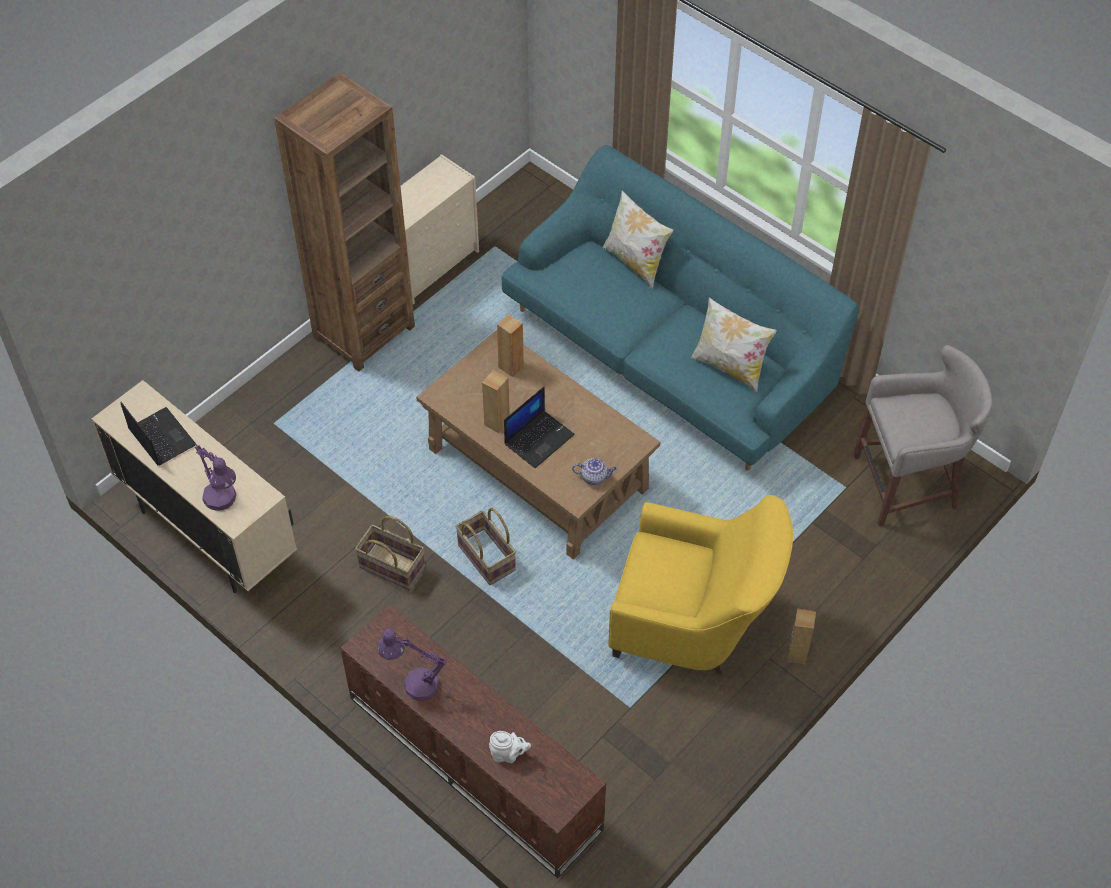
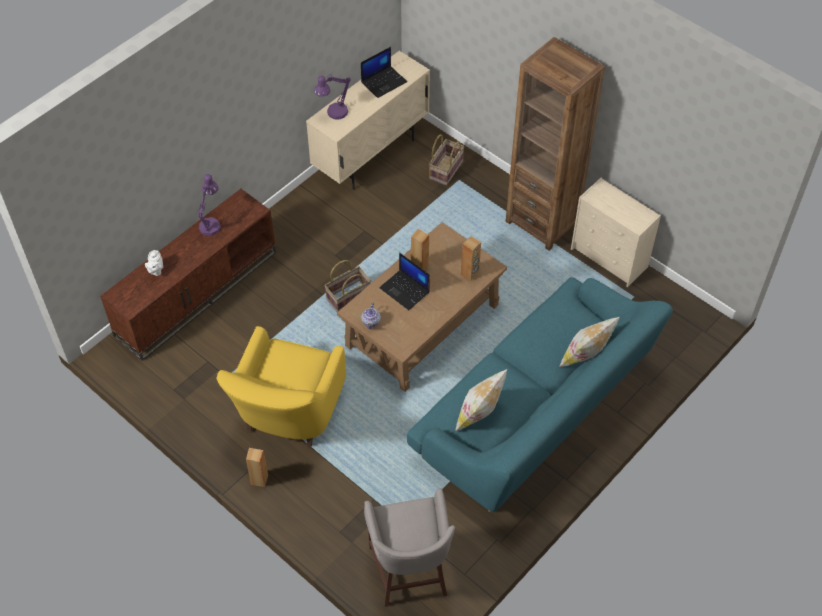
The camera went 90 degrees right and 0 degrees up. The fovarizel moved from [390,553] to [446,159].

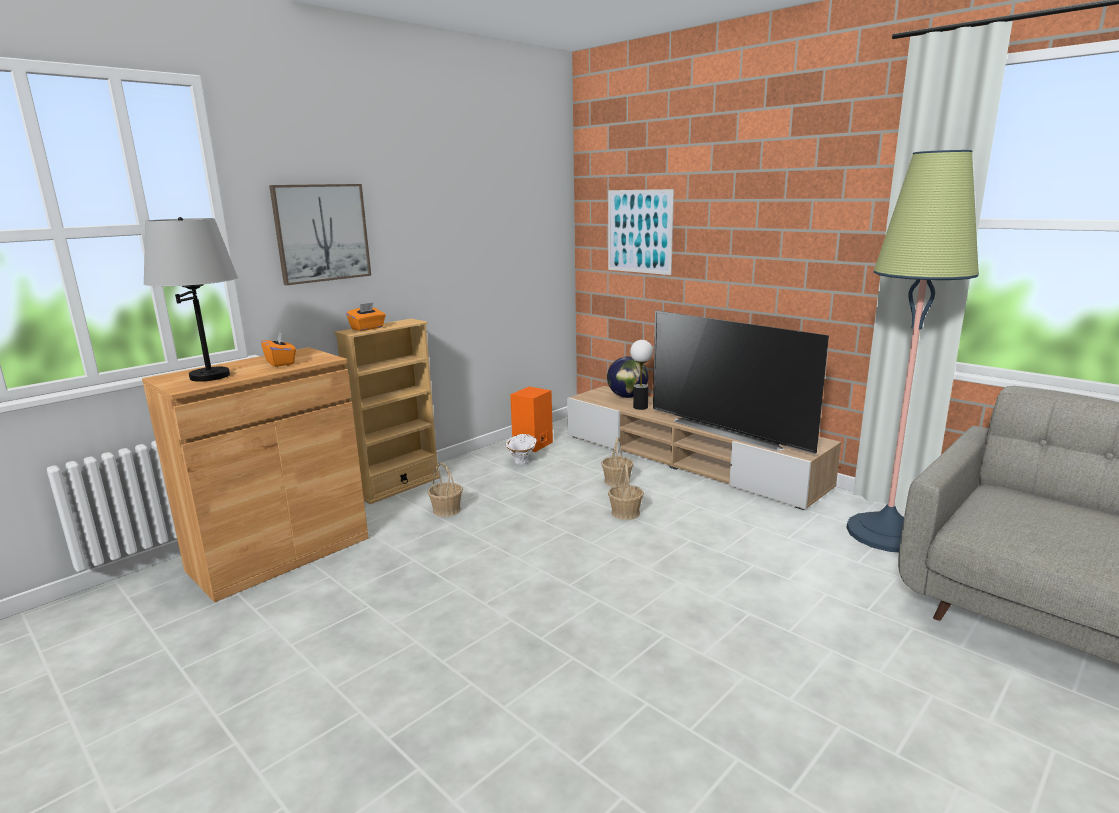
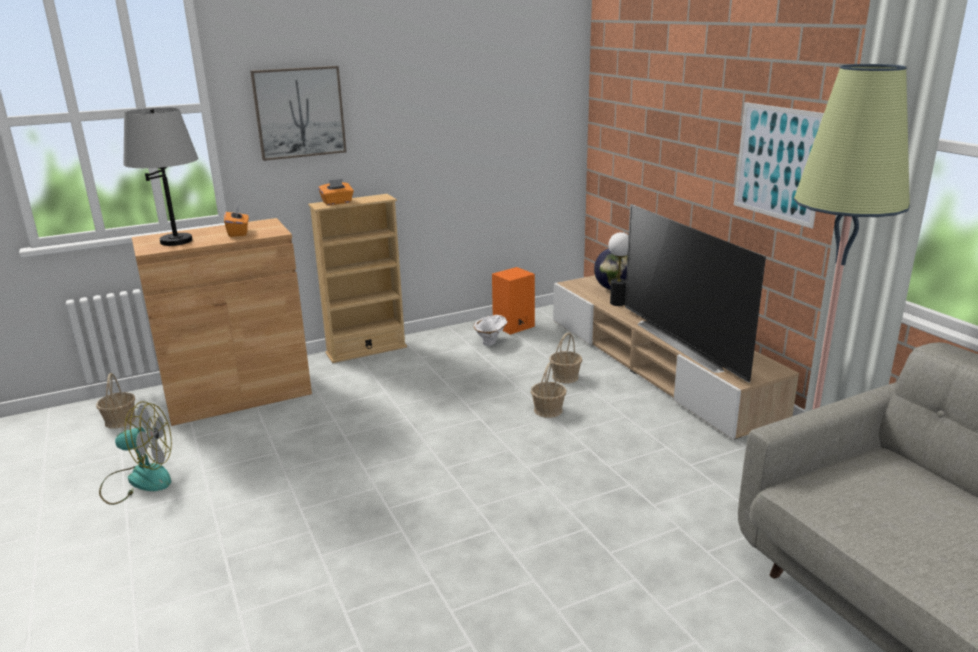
The camera went 20 degrees right and 5 degrees up. The fovarizel moved from [445,490] to [116,401]. The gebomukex at [135,453] appeared. The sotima moved from [641,232] to [779,165].

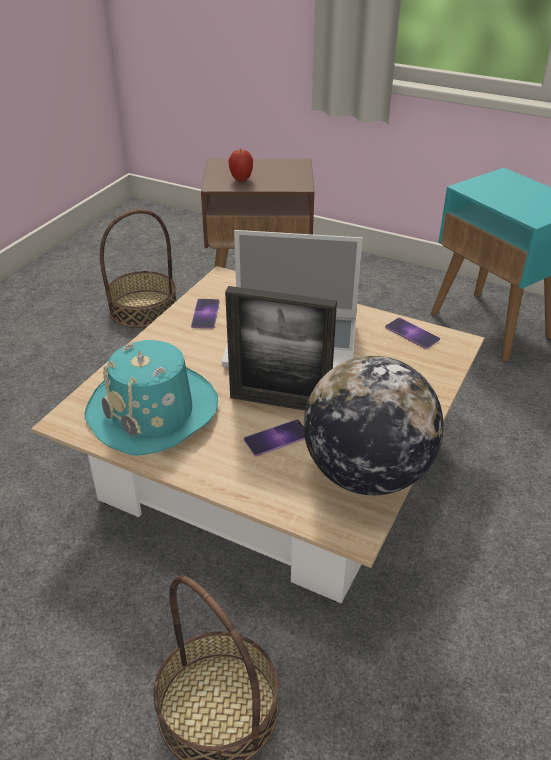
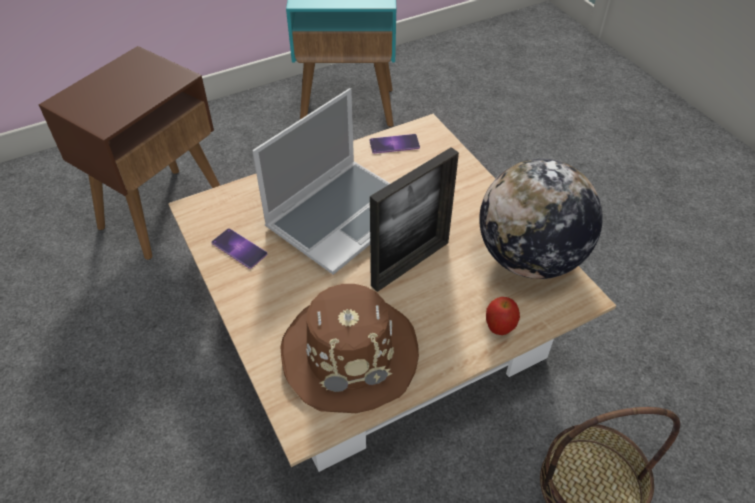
The camera went 55 degrees left and 10 degrees up. The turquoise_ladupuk at [151,398] became the brown_ladupuk at [350,348]. The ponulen moved from [240,165] to [503,316]. The fovarizel at [138,268] disappeared. The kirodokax at [274,438] disappeared.

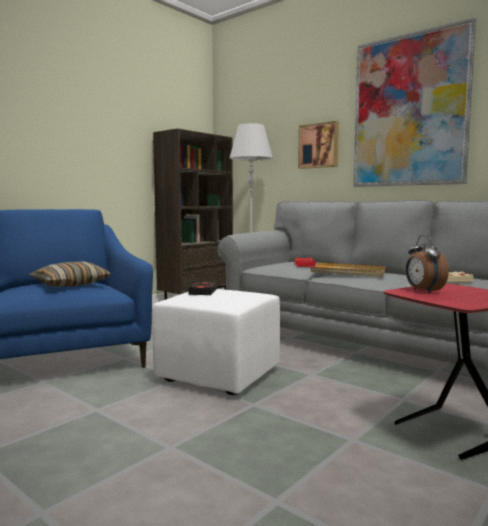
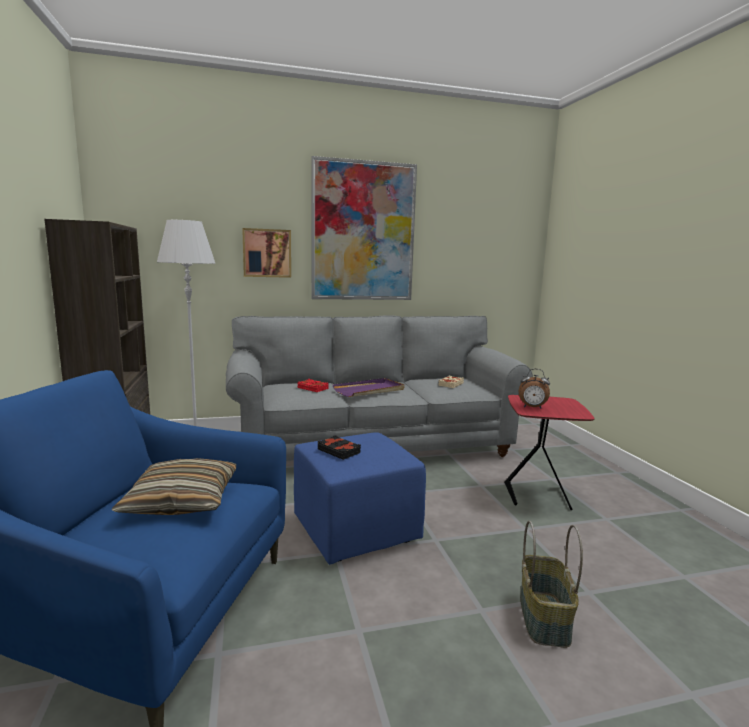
The camera went 55 degrees left and 5 degrees up. The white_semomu at [216,342] became the blue_semomu at [360,498]. The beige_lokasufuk at [347,269] became the purple_lokasufuk at [368,387]. The fovarizel at [551,584] appeared.

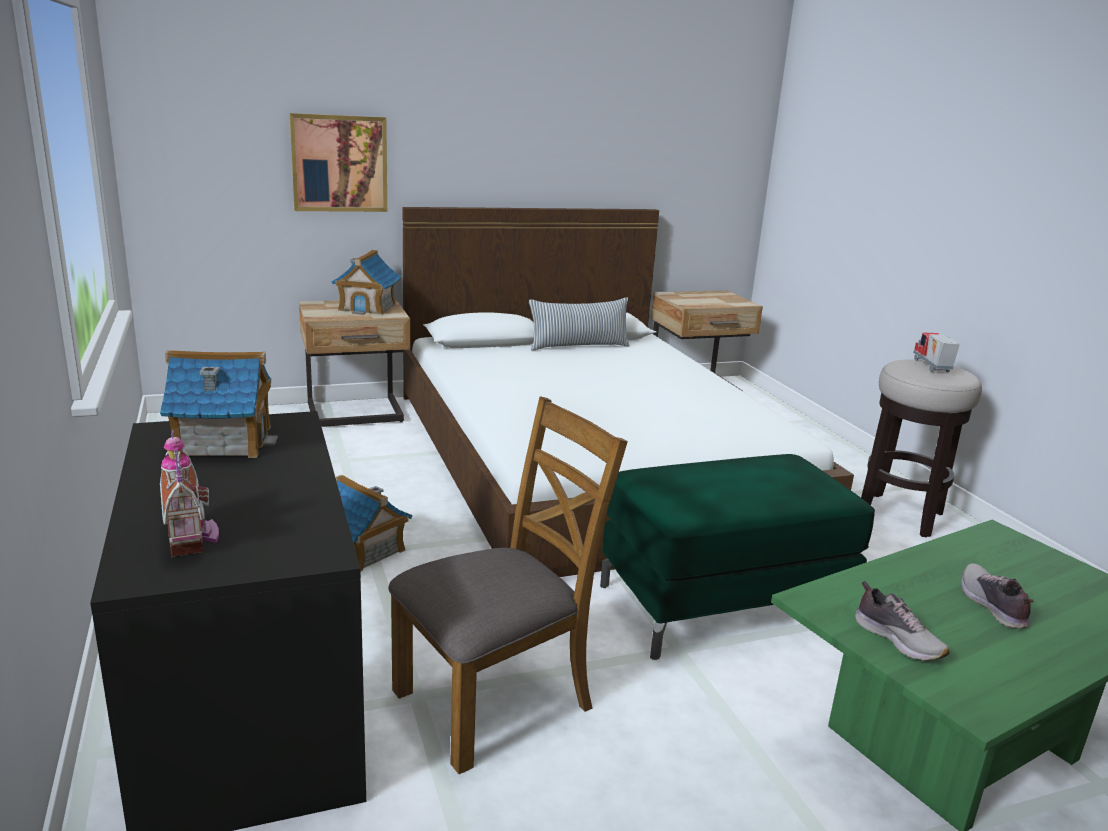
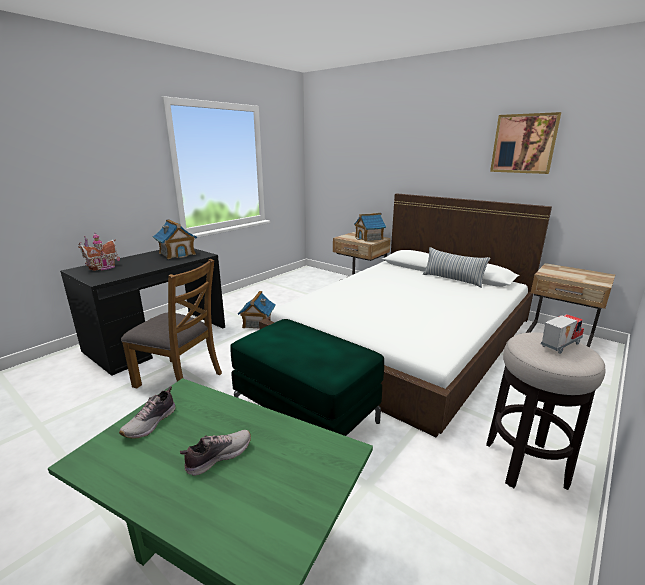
The camera went 60 degrees right and 0 degrees up. The sotima moved from [338,162] to [525,143].

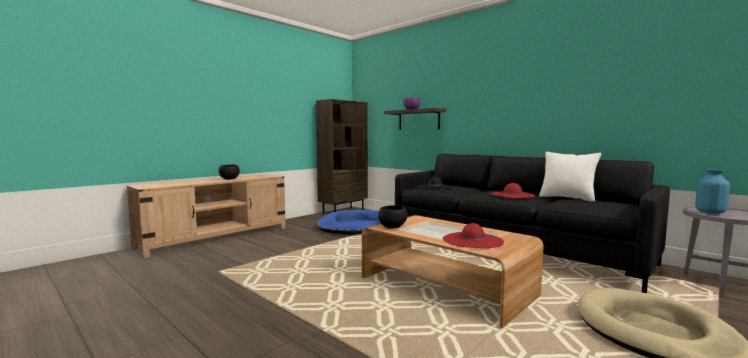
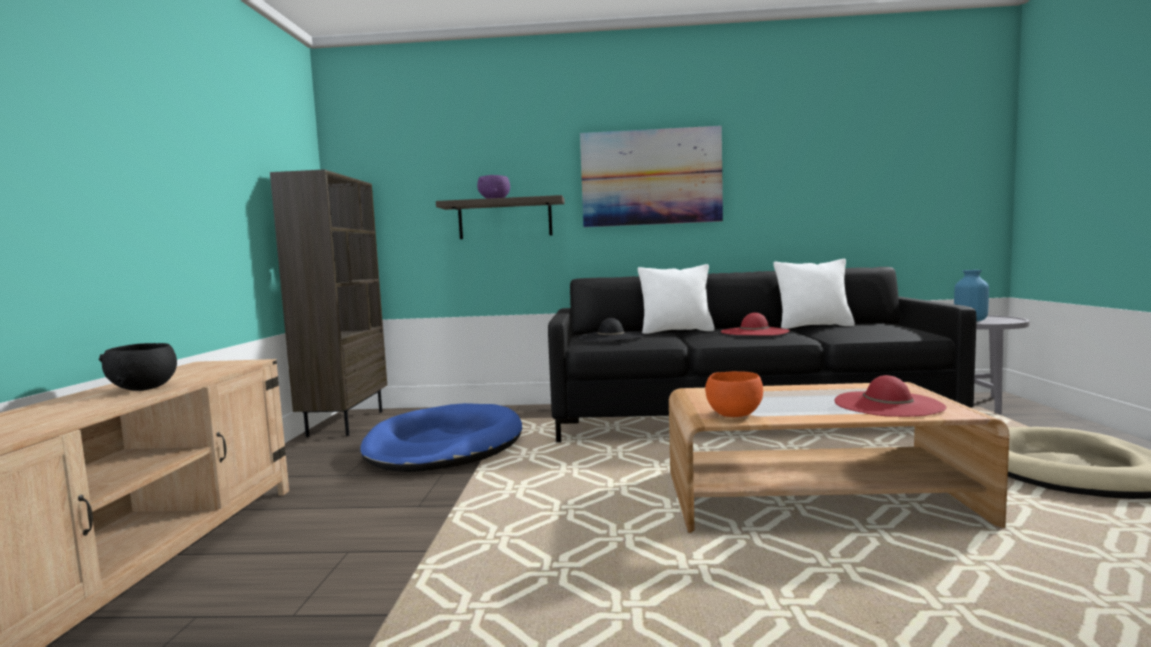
The camera went 40 degrees left and 0 degrees up. The sotima at [651,176] appeared. The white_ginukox at [676,299] appeared. The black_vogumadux at [392,216] became the orange_vogumadux at [734,394].

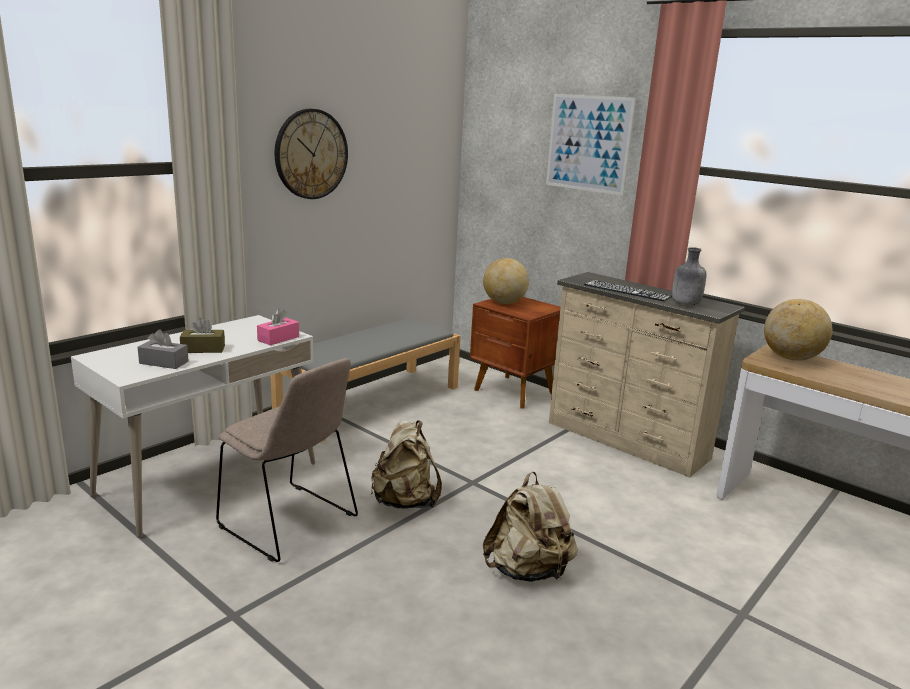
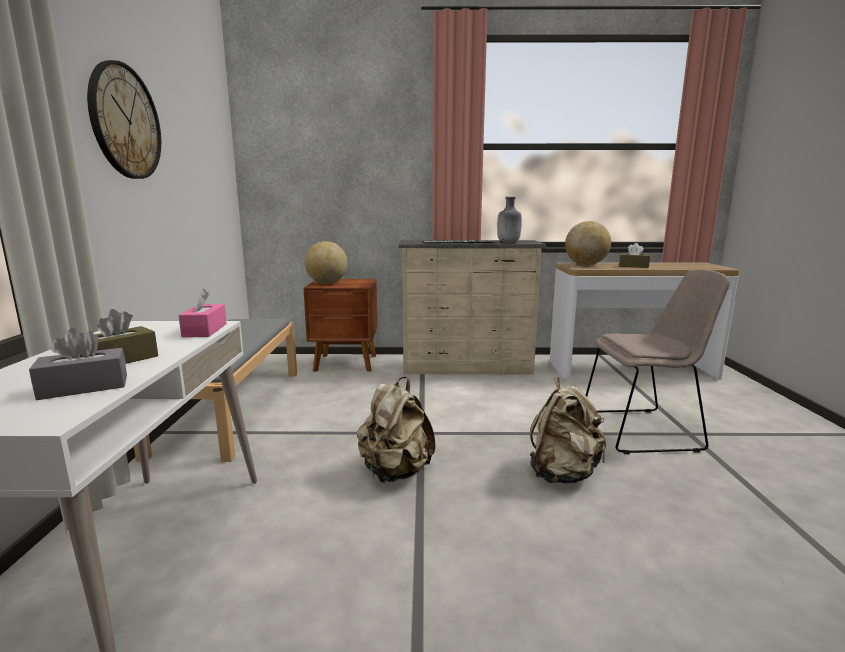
The camera went 40 degrees left and 5 degrees down. The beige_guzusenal moved from [287,460] to [657,361]. The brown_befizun at [634,255] appeared. The sotima at [591,145] disappeared.

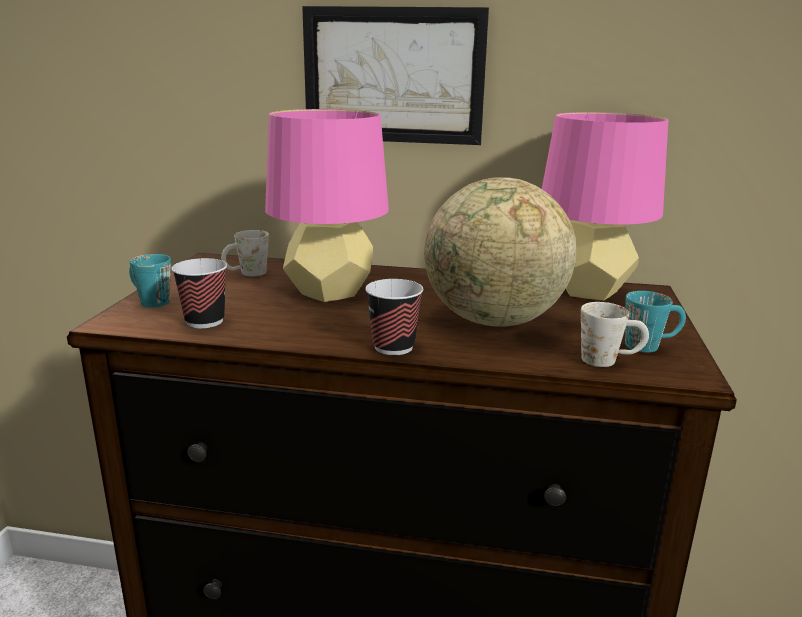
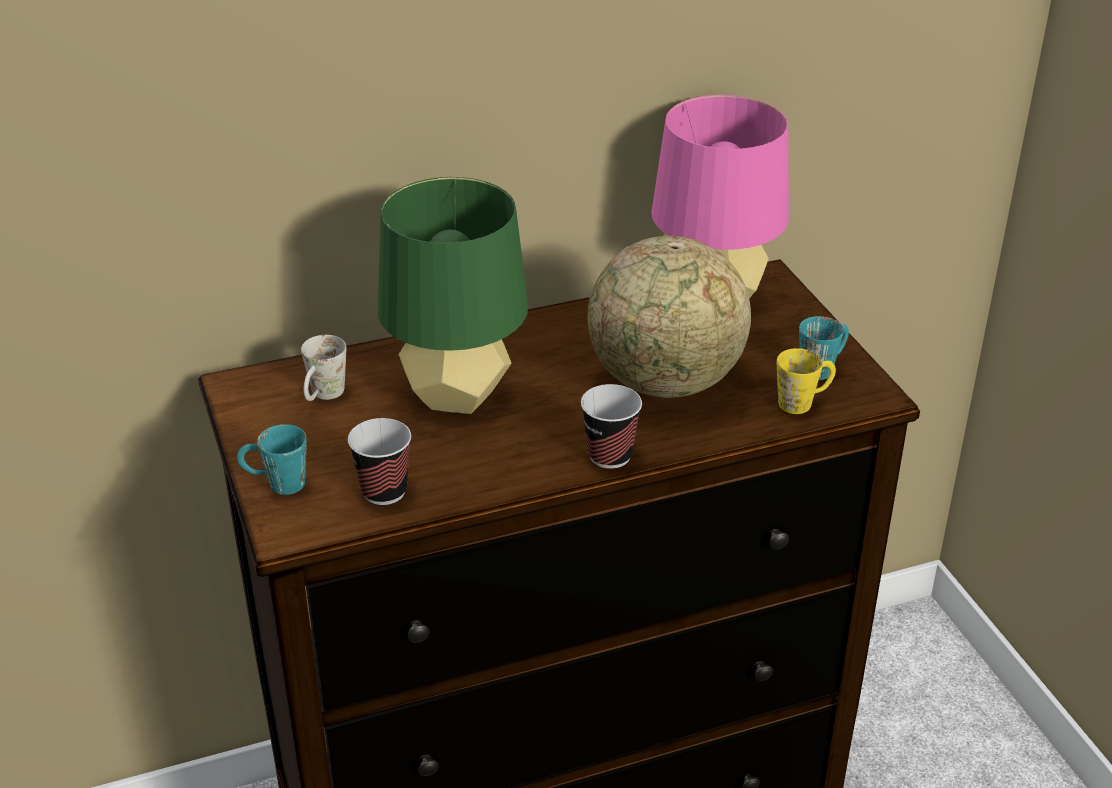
The camera went 30 degrees left and 15 degrees up. The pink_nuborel at [327,205] became the green_nuborel at [453,295]. The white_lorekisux at [615,334] became the yellow_lorekisux at [806,381]. The sotima at [395,75] disappeared.

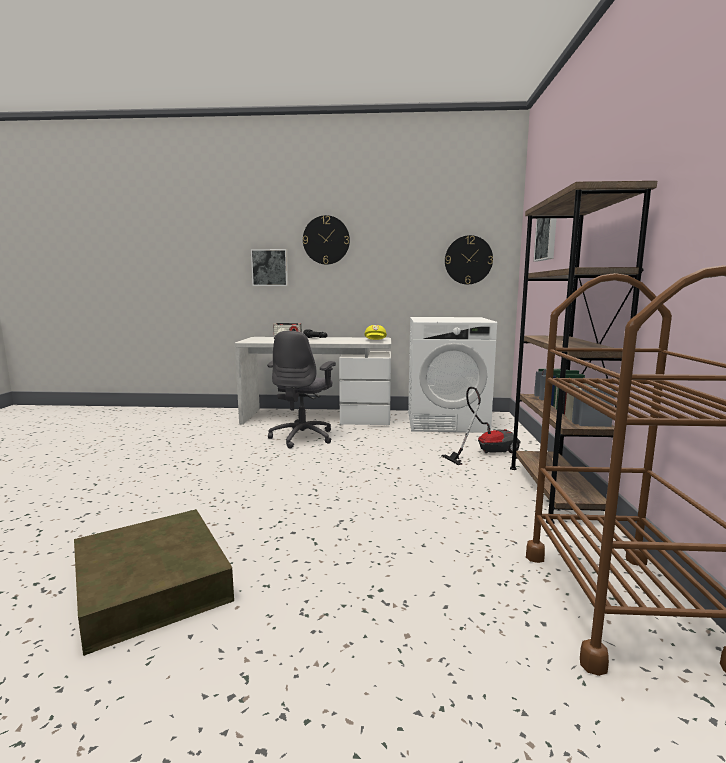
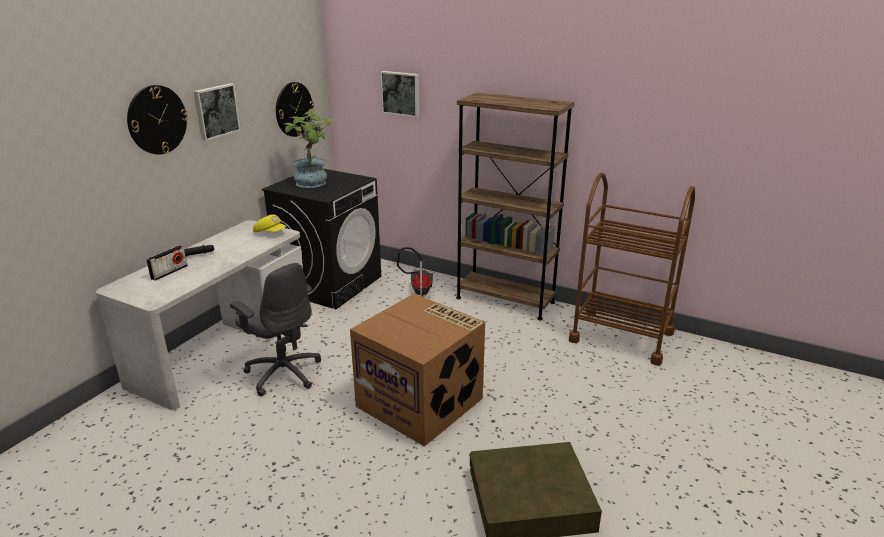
The camera went 65 degrees left and 15 degrees up. The sotima moved from [269,267] to [217,112]. The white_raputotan at [452,375] became the black_raputotan at [321,239]. The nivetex at [311,148] appeared. The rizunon at [417,370] appeared.

